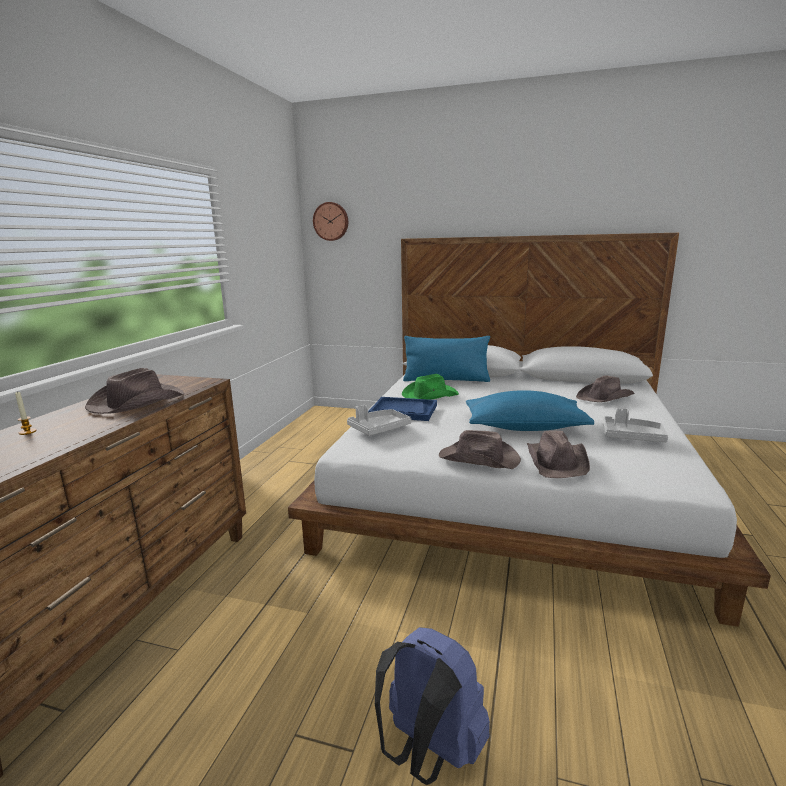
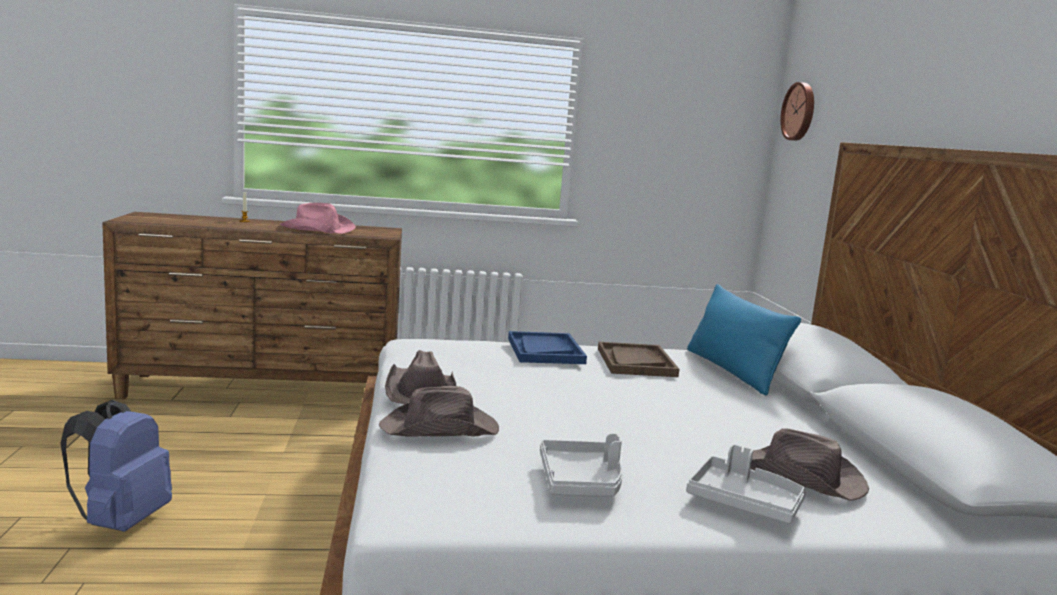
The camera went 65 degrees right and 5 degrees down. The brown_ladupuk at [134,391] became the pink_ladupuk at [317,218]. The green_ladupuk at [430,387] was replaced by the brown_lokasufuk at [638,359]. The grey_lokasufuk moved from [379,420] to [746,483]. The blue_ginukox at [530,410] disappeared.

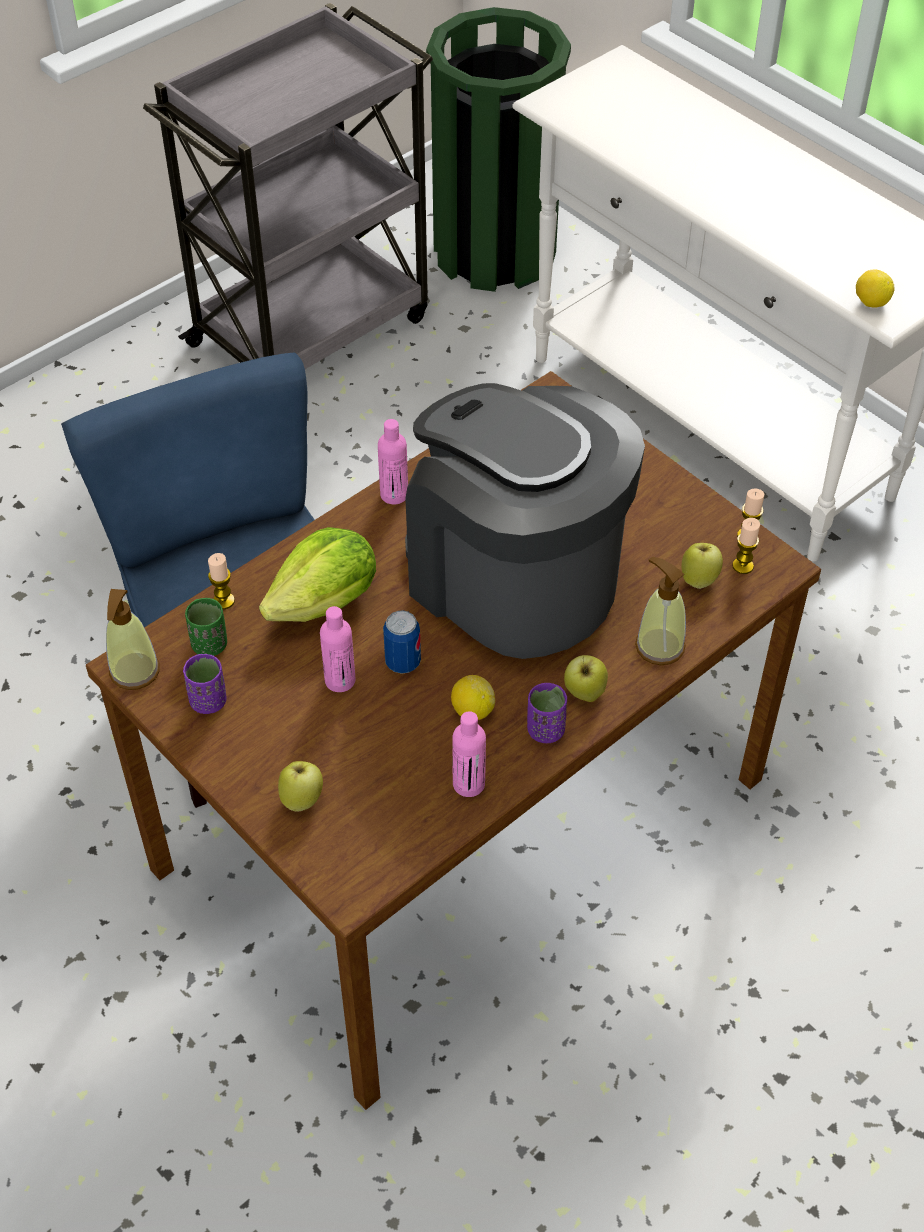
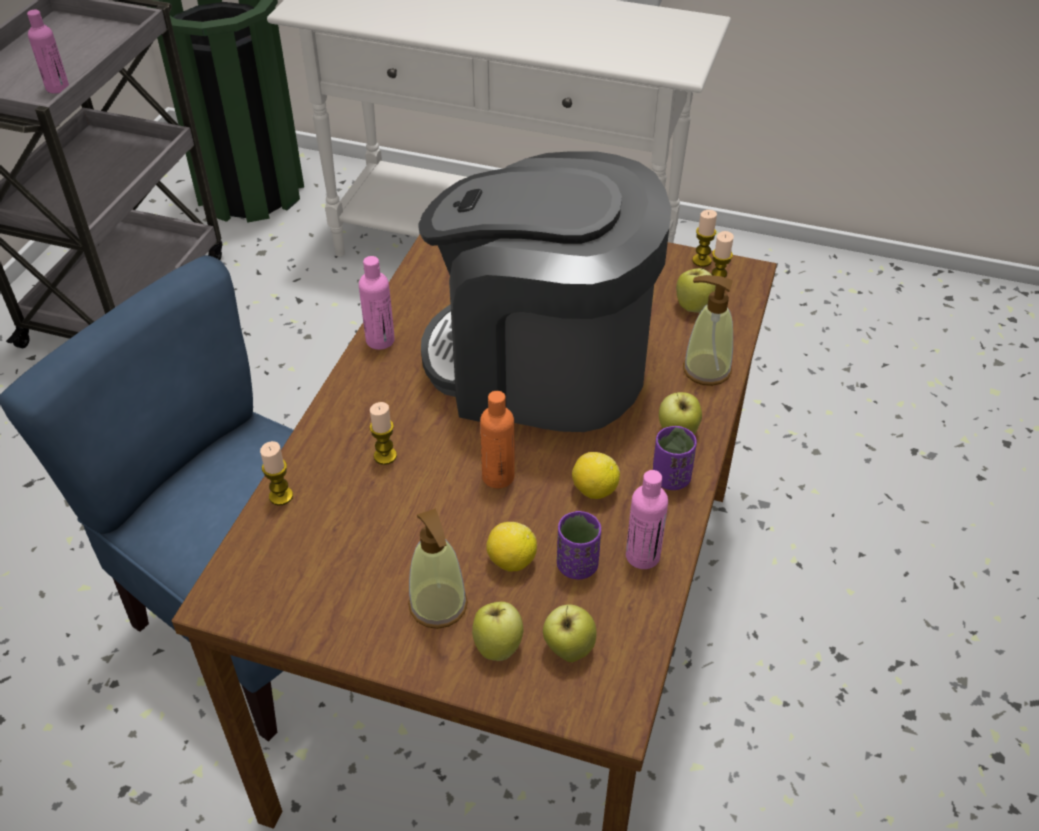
The camera went 30 degrees left and 5 degrees down. The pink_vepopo moved from [338,649] to [48,52]. The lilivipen at [317,574] was replaced by the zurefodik at [383,433]. The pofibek moved from [133,639] to [438,568]. The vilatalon at [402,642] was replaced by the orange_vepopo at [497,439]. The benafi moved from [875,288] to [511,547]. The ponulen at [569,633] appeared. The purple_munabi moved from [204,684] to [579,545]. The green_munabi at [206,627] disappeared.

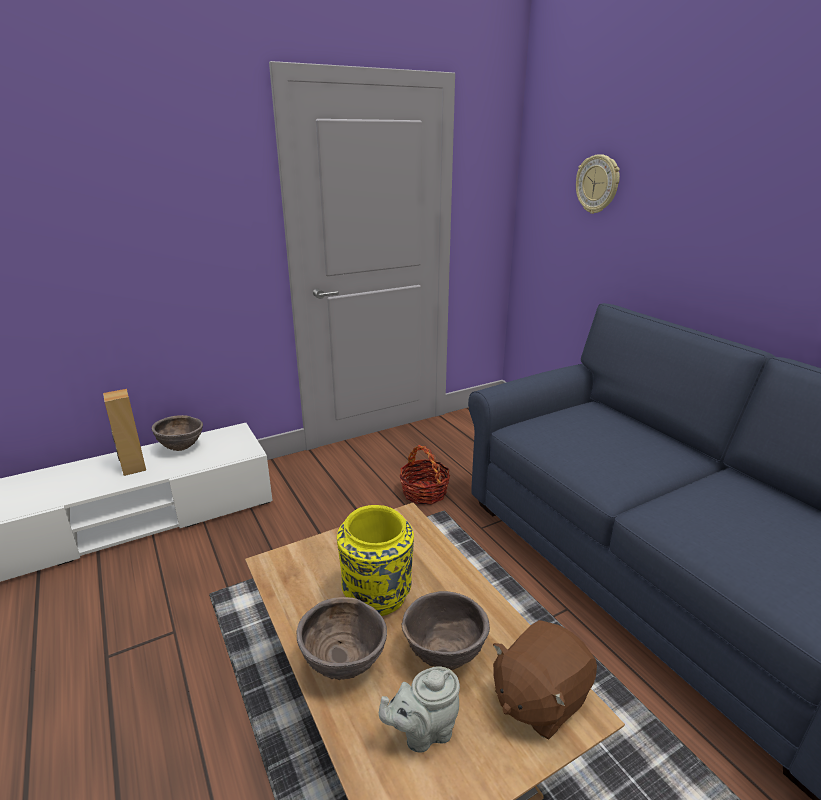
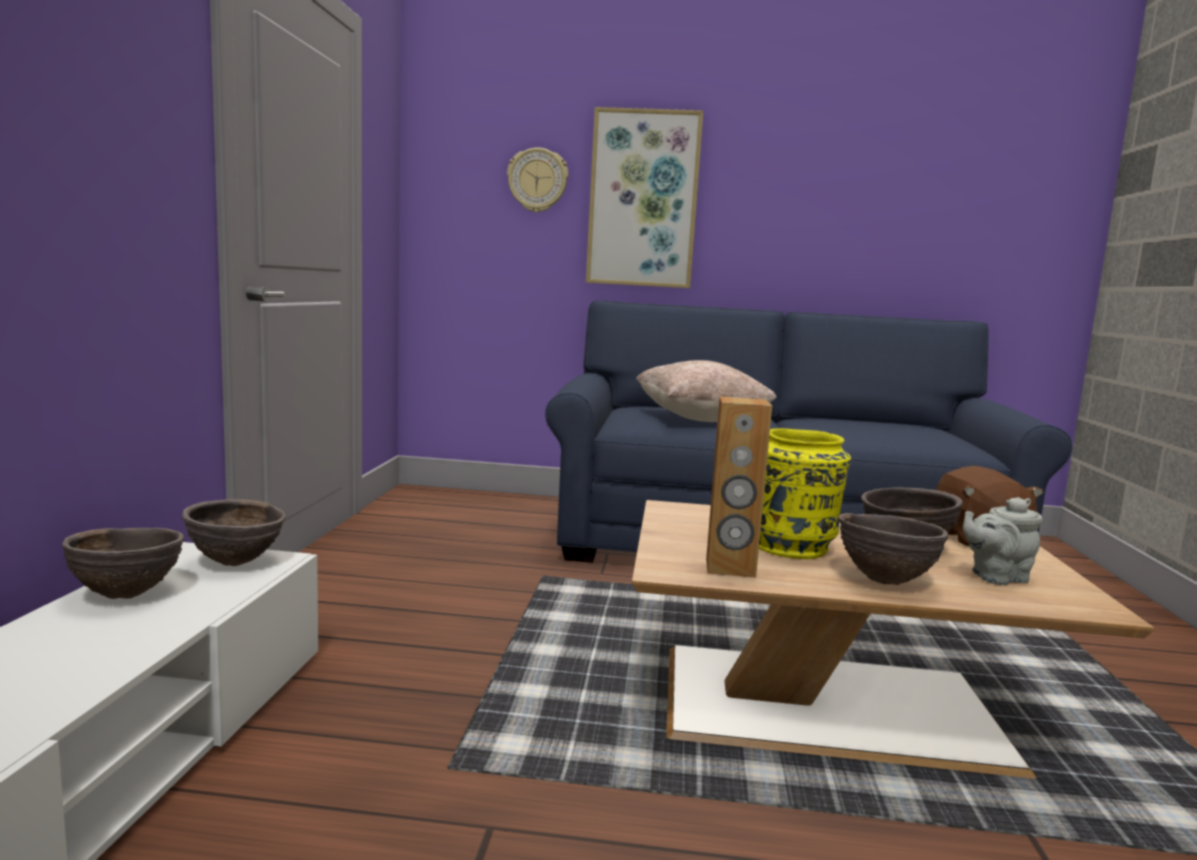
The camera went 55 degrees left and 15 degrees down. The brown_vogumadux at [234,532] appeared. The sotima at [645,197] appeared. The beige_ginukox at [706,391] appeared. The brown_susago moved from [124,432] to [739,487]. The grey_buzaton at [419,709] turned 60 degrees clockwise. The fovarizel at [425,475] disappeared.

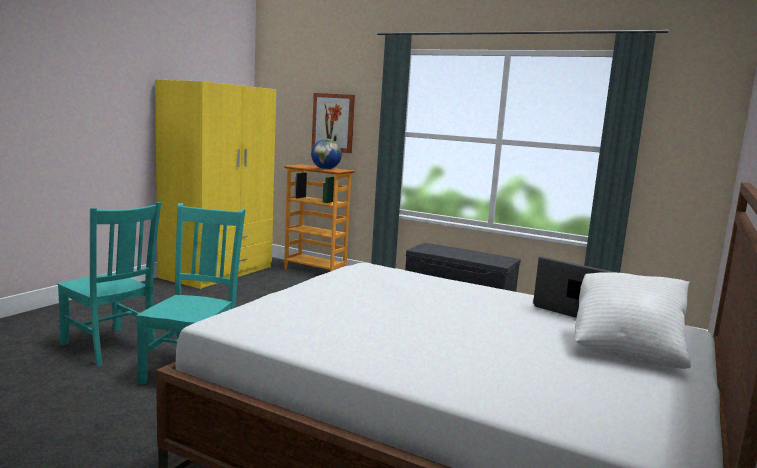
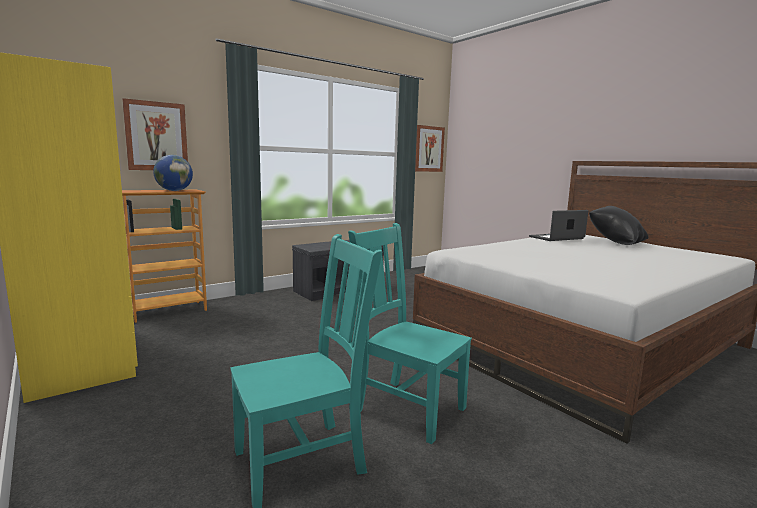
The camera went 65 degrees left and 0 degrees up. The sotima at [430,148] appeared. The white_ginukox at [633,320] became the black_ginukox at [618,225].

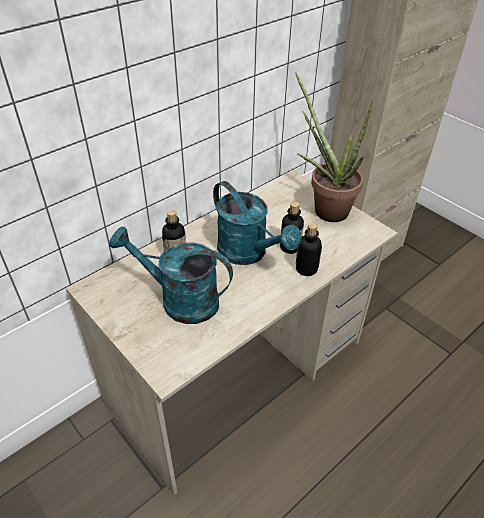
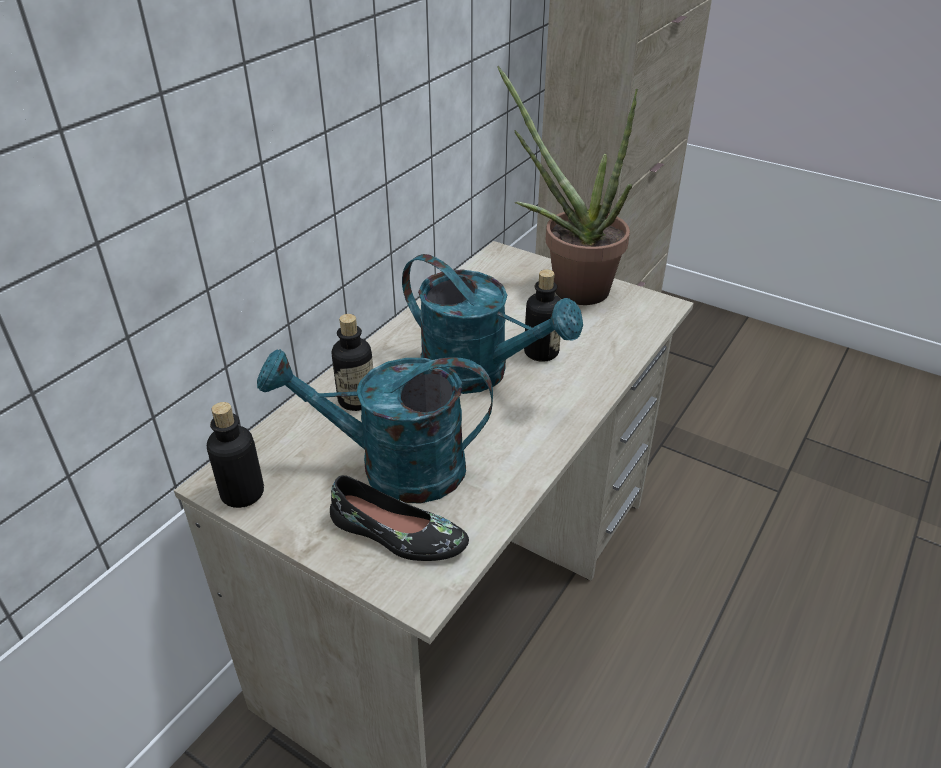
The camera went 15 degrees left and 5 degrees down. The vepopo moved from [309,249] to [235,455]. The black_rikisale at [399,518] appeared.

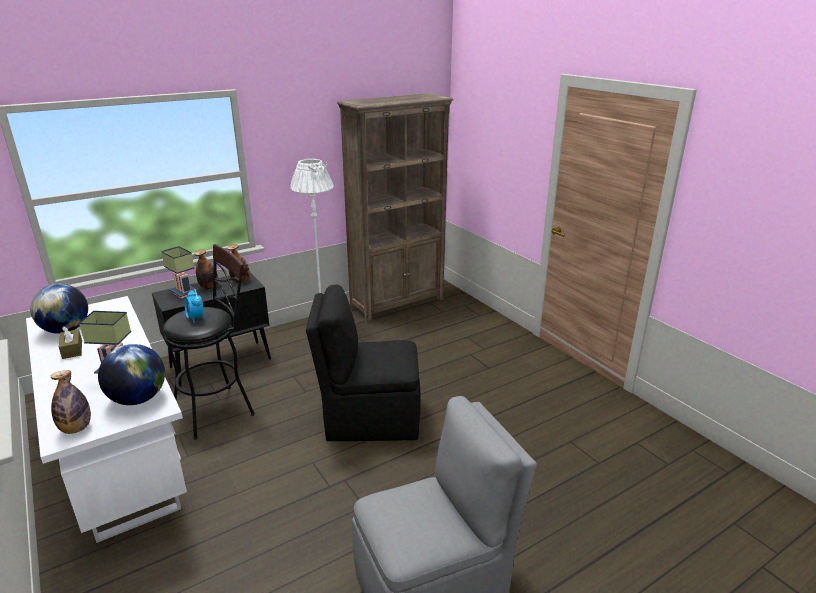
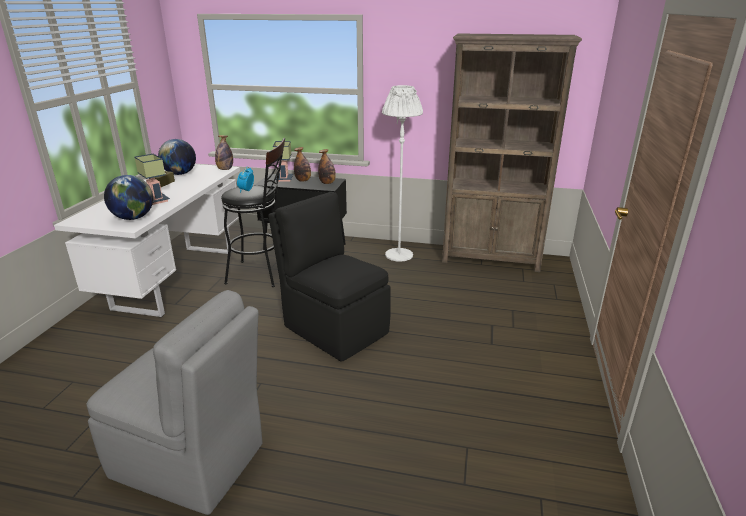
The camera went 45 degrees right and 0 degrees up. The vepopo moved from [71,402] to [224,152].

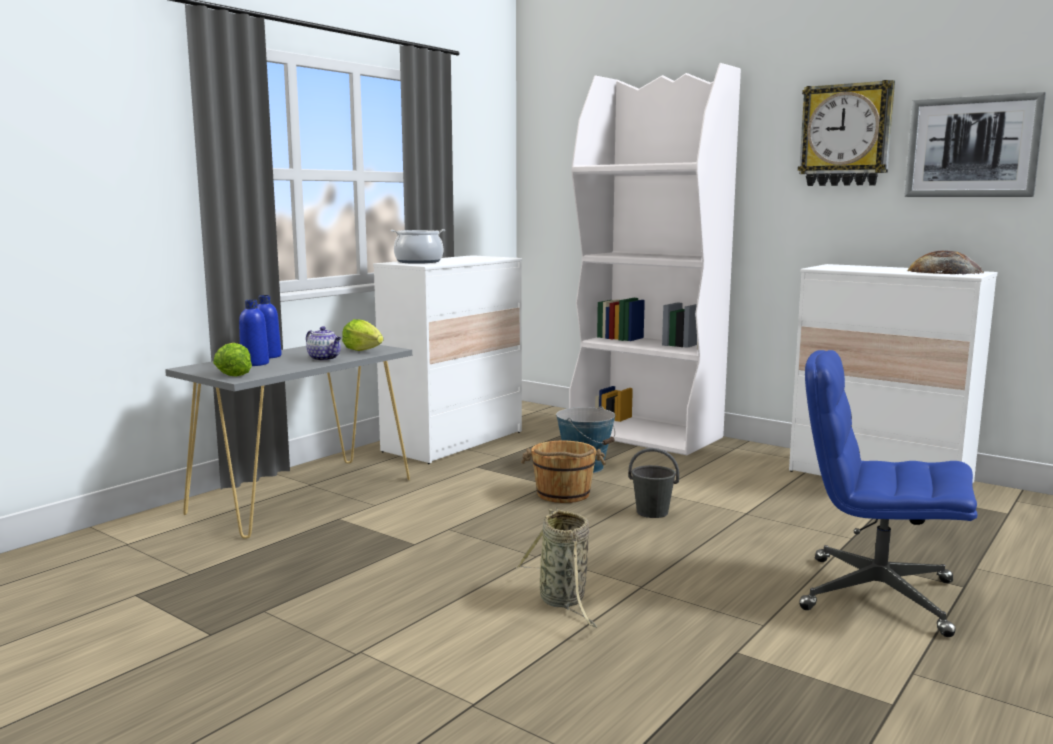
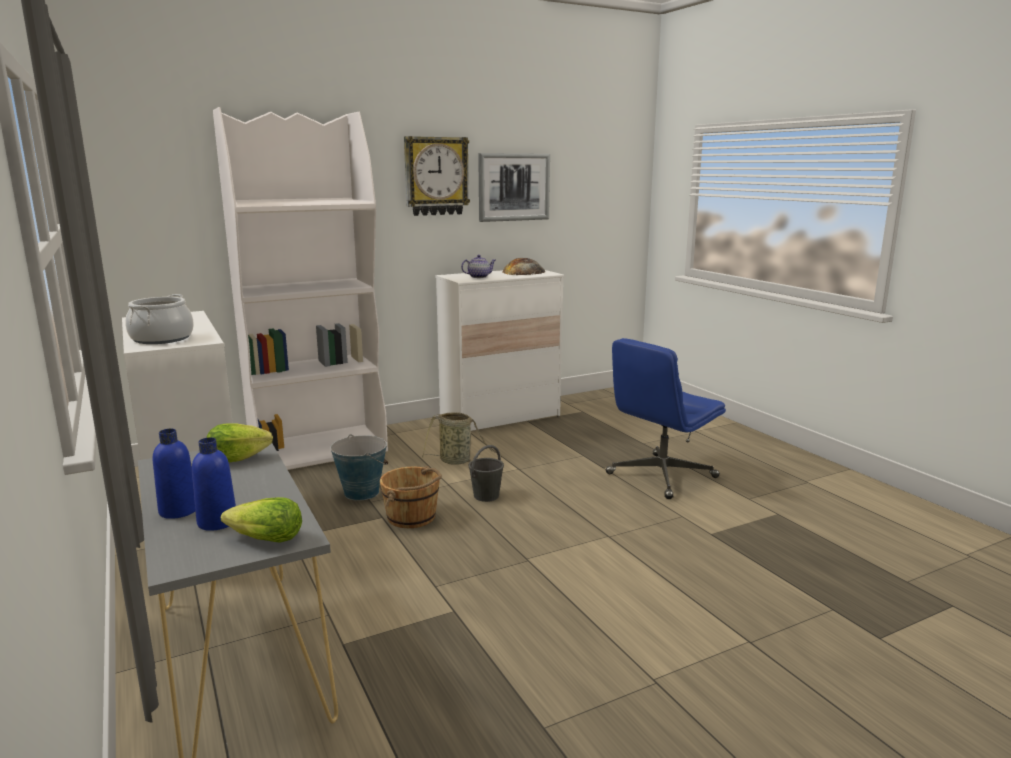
The camera went 65 degrees left and 5 degrees up. The fovarizel moved from [556,567] to [462,438]. The buzaton moved from [323,343] to [478,266].

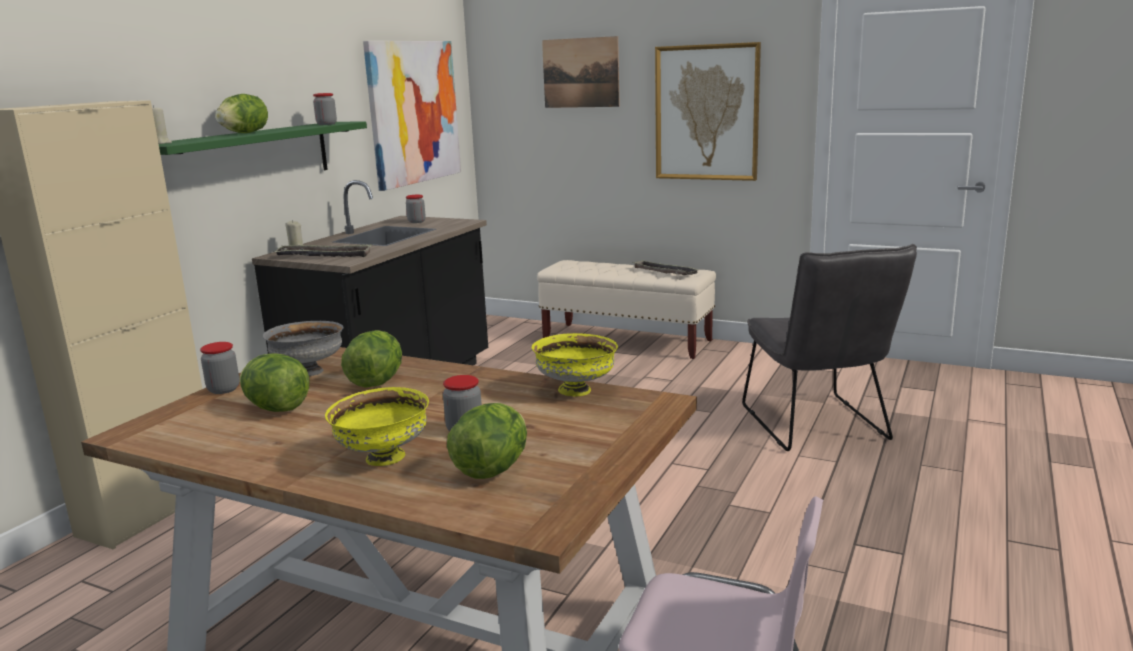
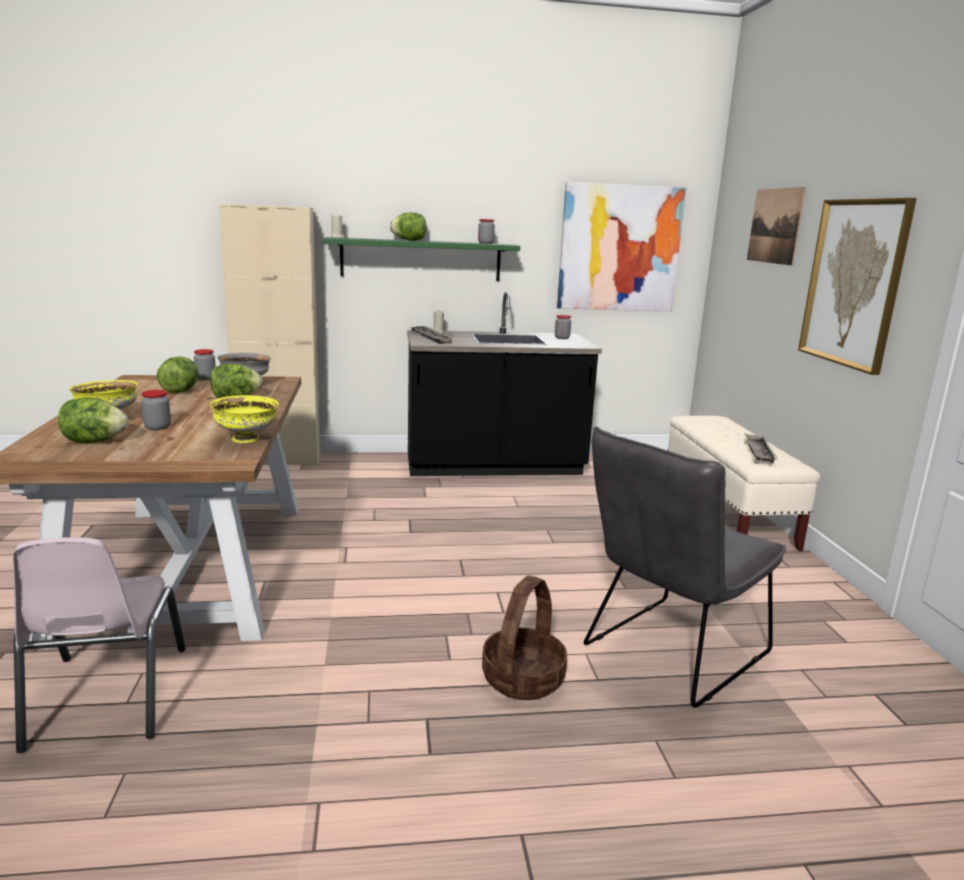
The camera went 55 degrees right and 0 degrees up. The fovarizel at [524,637] appeared.

